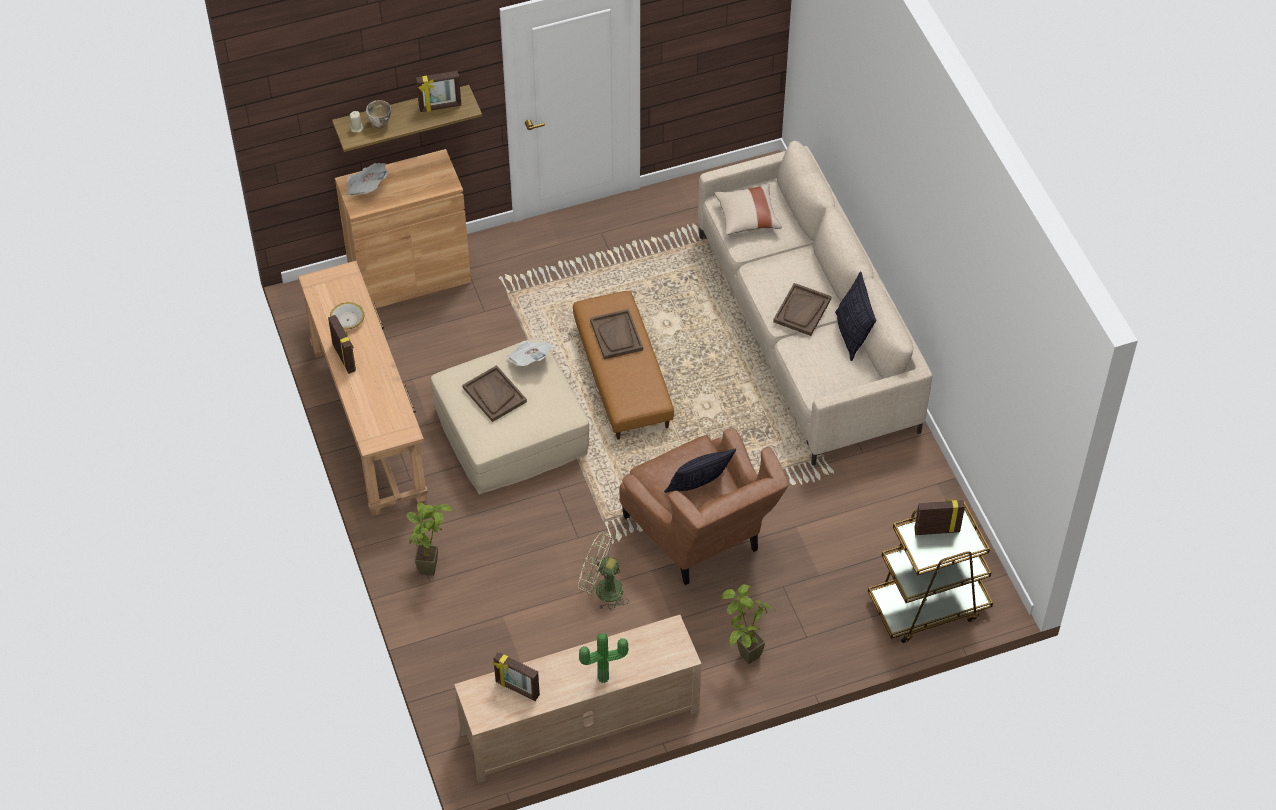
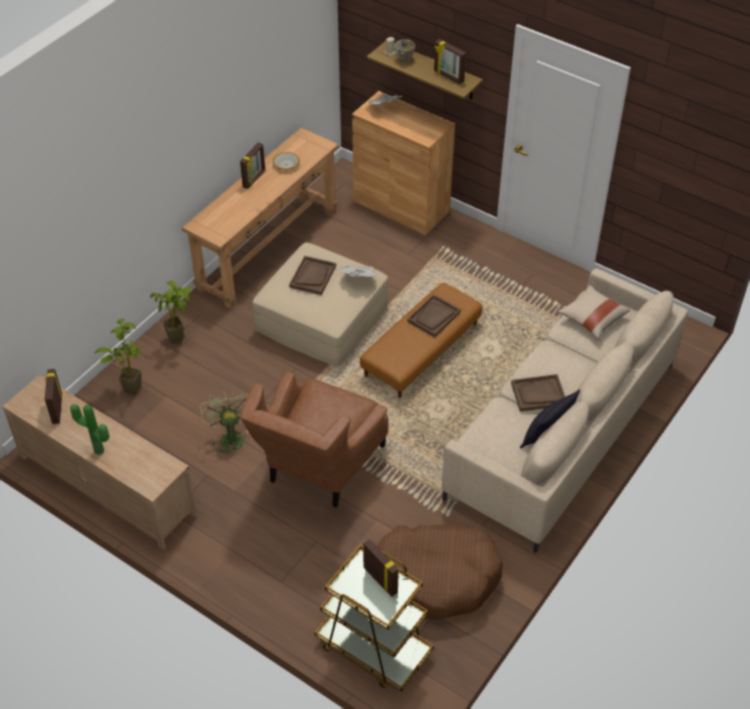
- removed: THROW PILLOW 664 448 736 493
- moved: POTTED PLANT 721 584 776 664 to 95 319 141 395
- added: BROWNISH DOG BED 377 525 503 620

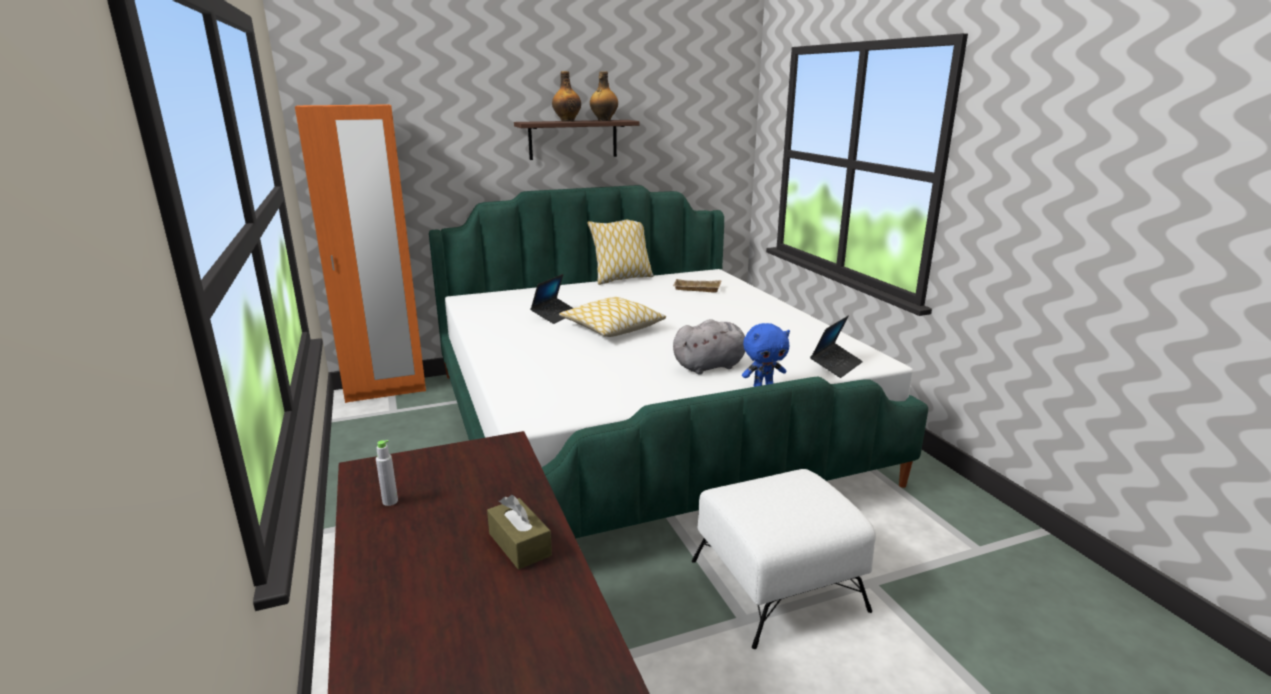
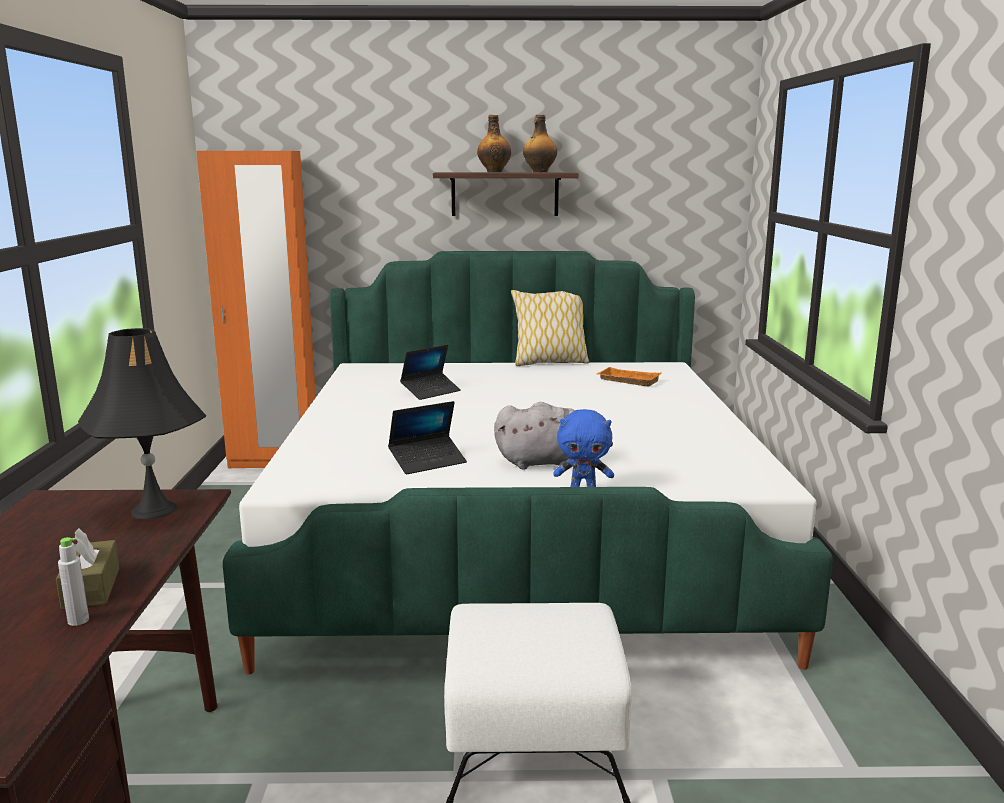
- moved: GREY BEVERAGE BOTTLE 376 440 398 506 to 58 537 89 626
- removed: THROW PILLOW 559 297 666 337
- recoloured: SAND-COLOURED CARRYING TRAY 673 279 721 292 to ORANGE CARRYING TRAY 597 367 661 386
- moved: PORTABLE COMPUTER 810 316 863 378 to 388 401 467 474
- added: BLACK-COLOURED LAMP FOR A TABLE 78 328 206 519

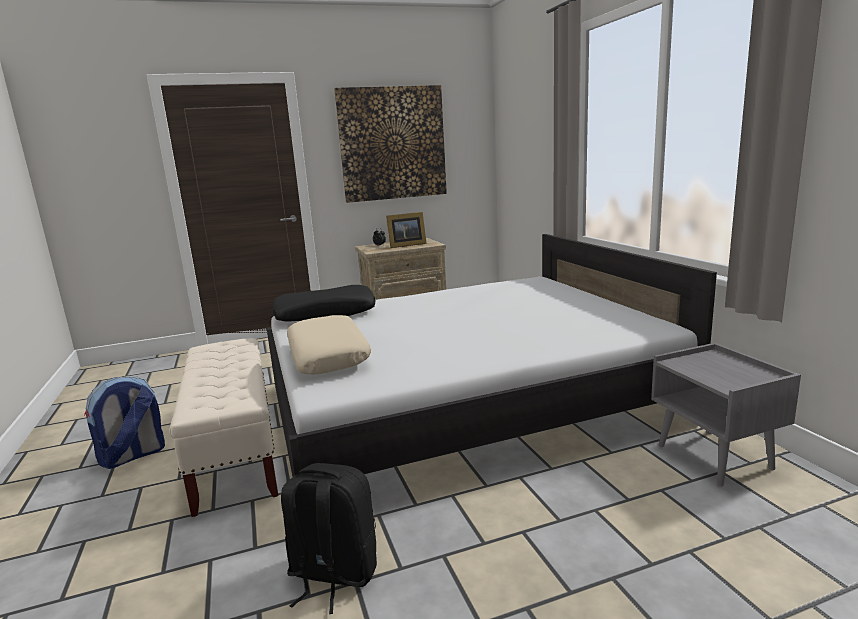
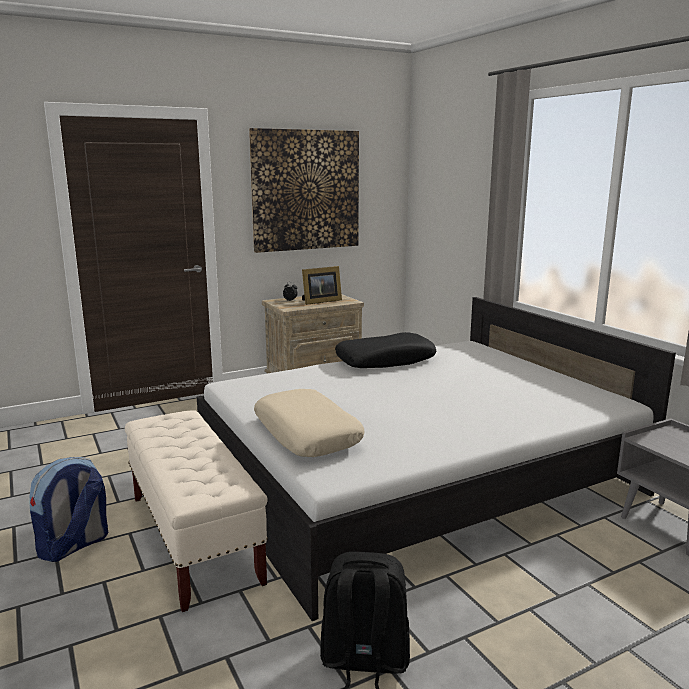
- moved: BLACK-COLOURED THROW PILLOW 273 285 376 321 to 335 332 436 368

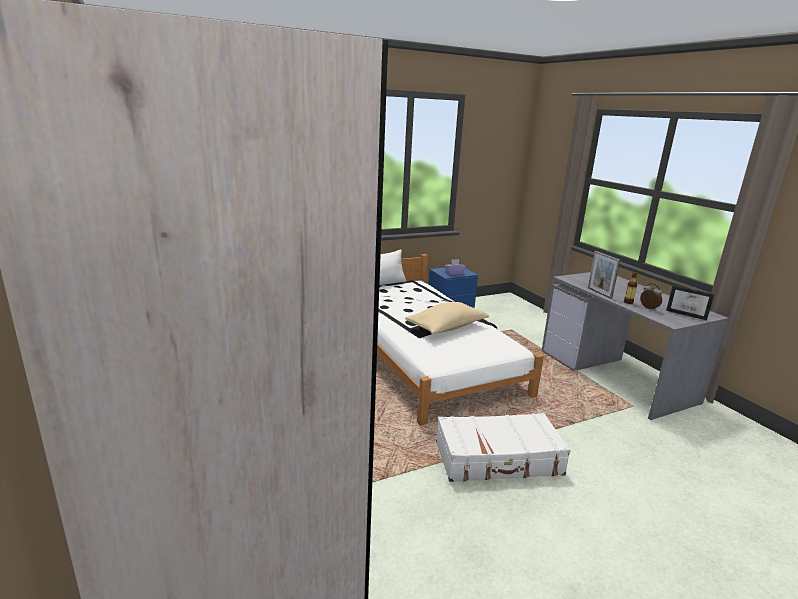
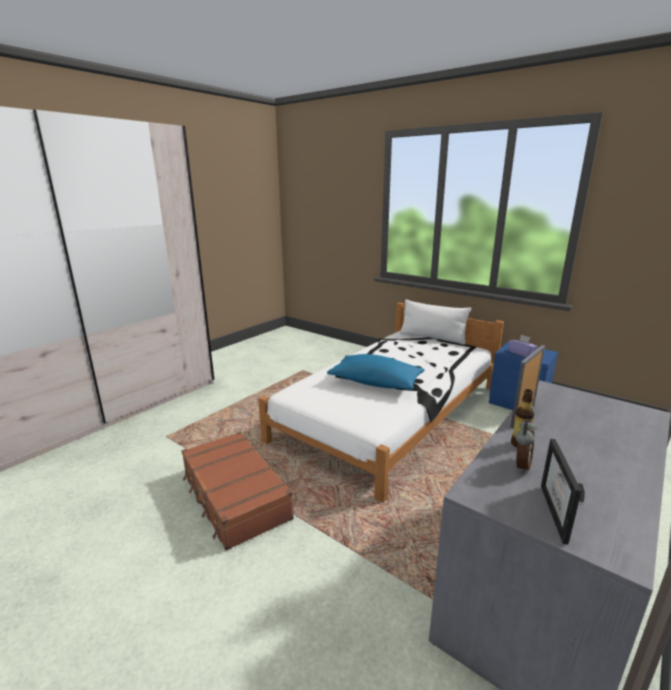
- recoloured: SAND-COLOURED THROW PILLOW 405 302 489 334 to BLUE THROW PILLOW 327 354 425 390
- recoloured: WHITE-COLOURED SUITCASE 436 413 571 482 to BROWNISH SUITCASE 182 431 294 550

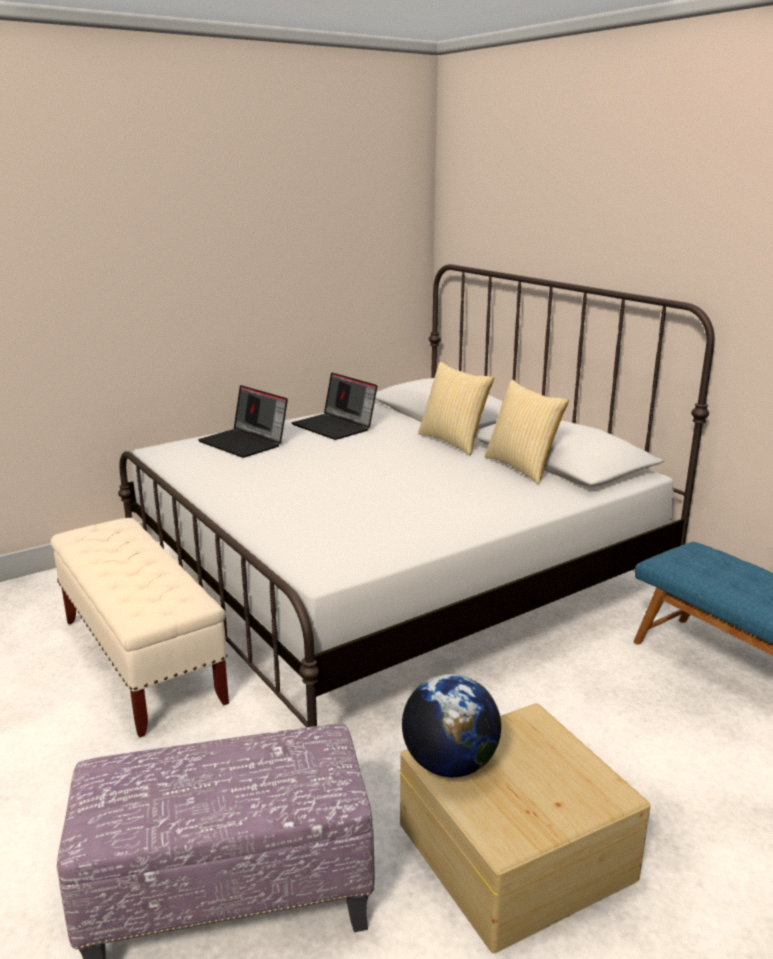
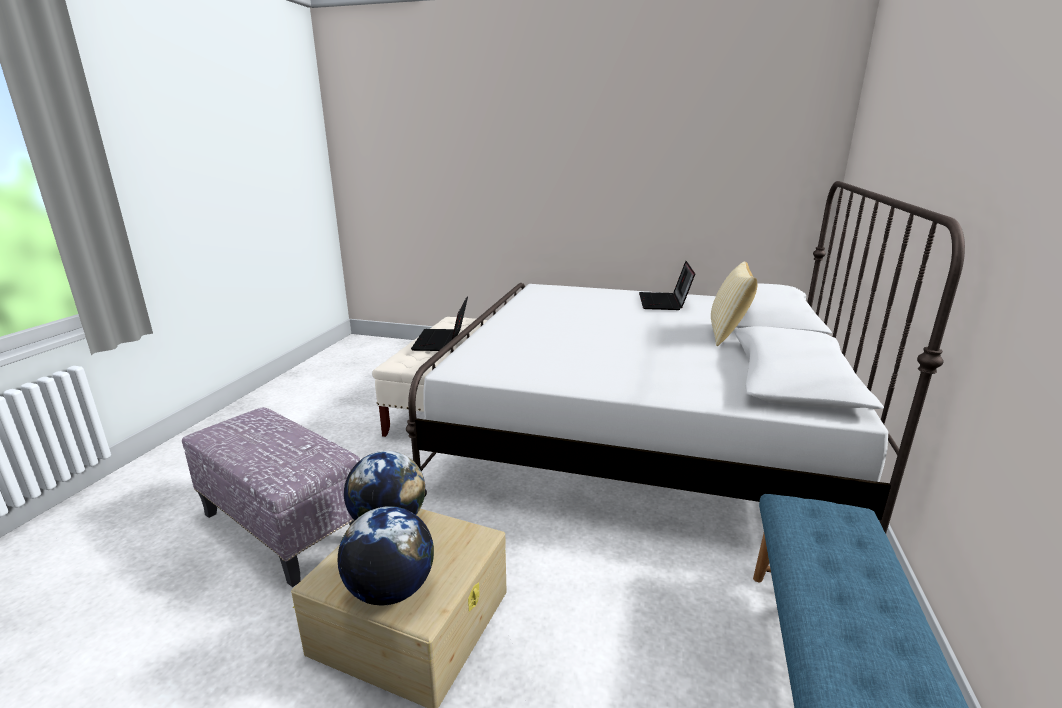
- moved: PORTABLE COMPUTER 198 385 288 458 to 411 296 468 351
- removed: THROW PILLOW 485 380 569 484
- added: WORLD GLOBE 338 506 434 606

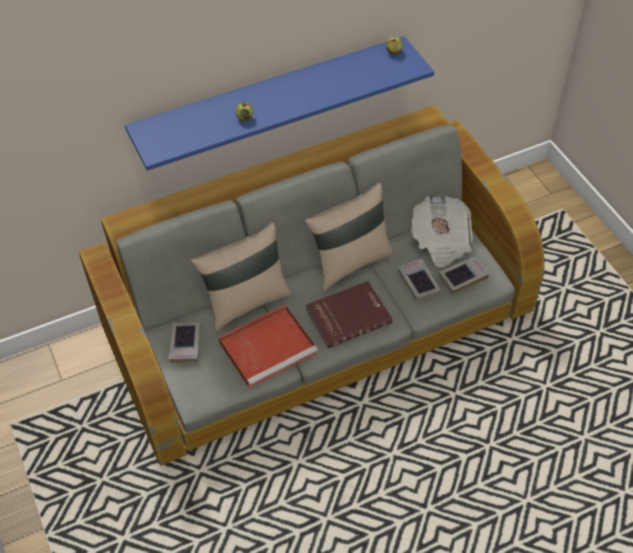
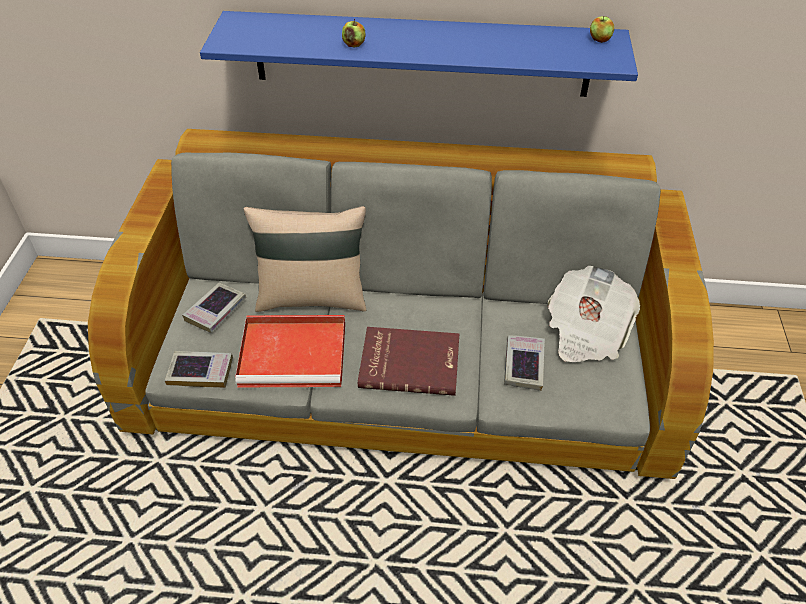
- removed: SAND-COLOURED THROW PILLOW 305 183 393 291
- moved: VOLUME 439 256 489 294 to 165 351 233 388

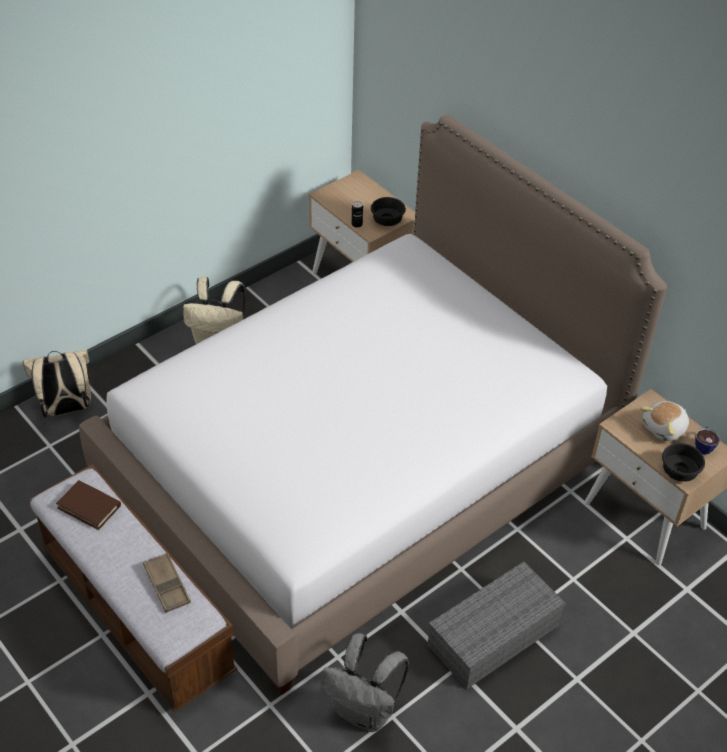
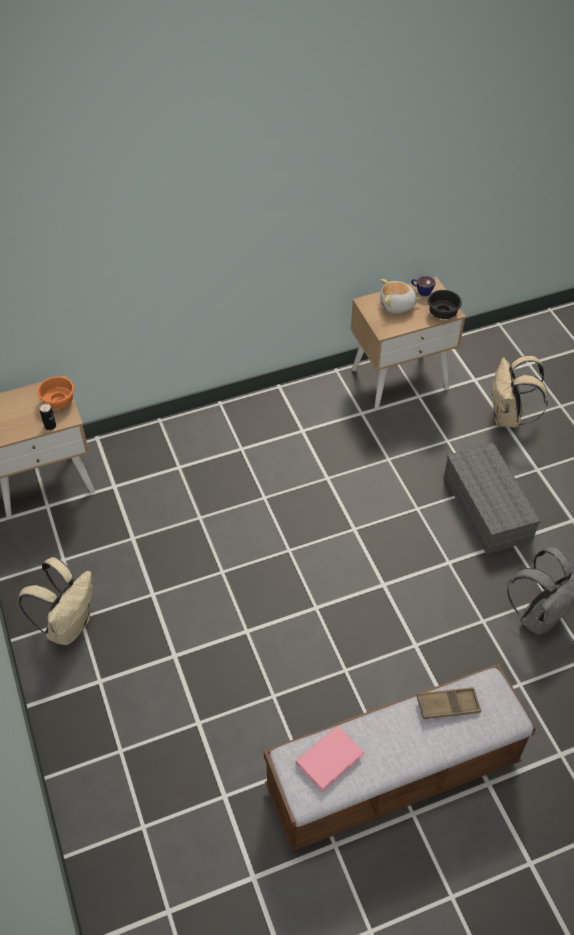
- moved: SAND-COLOURED KNAPSACK 23 349 91 418 to 491 355 548 427
- recoloured: BROWNISH VOLUME 56 480 121 530 to PINKISH VOLUME 296 726 364 792
- removed: BED 79 114 667 695
- recoloured: BLACK-COLOURED SERVING BOWL 371 197 406 226 to ORANGE SERVING BOWL 37 376 74 409
- turned: SOFT TOY 640 401 689 441 = 380 279 421 313 105 degrees clockwise

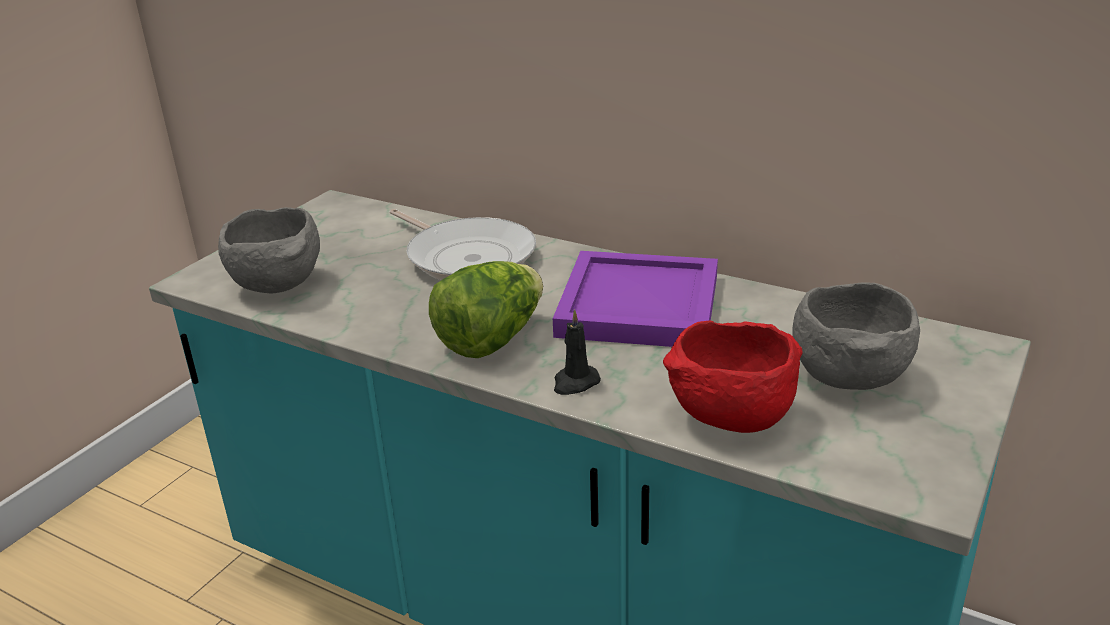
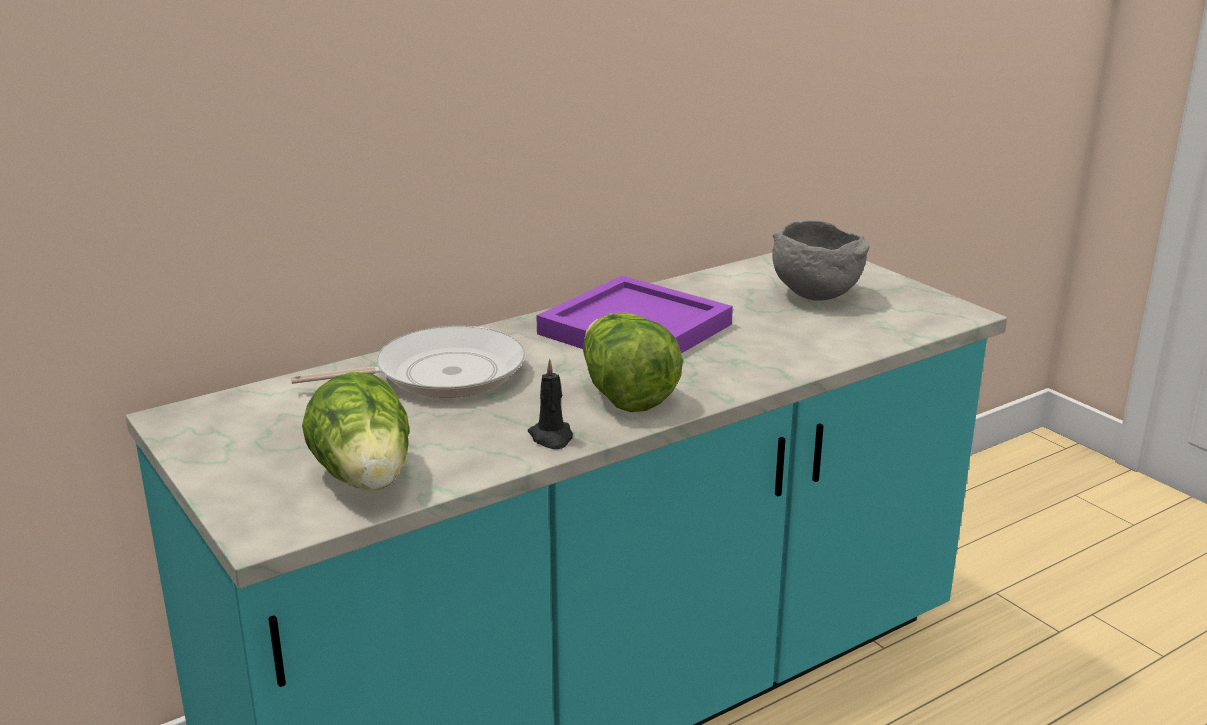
- replaced: GREY SERVING BOWL 218 207 320 294 to LETTUCE 302 372 410 491
- moved: BLACK-COLOURED CANDLE 554 309 601 395 to 528 359 573 449
- removed: RED-COLOURED SERVING BOWL 663 320 803 433

